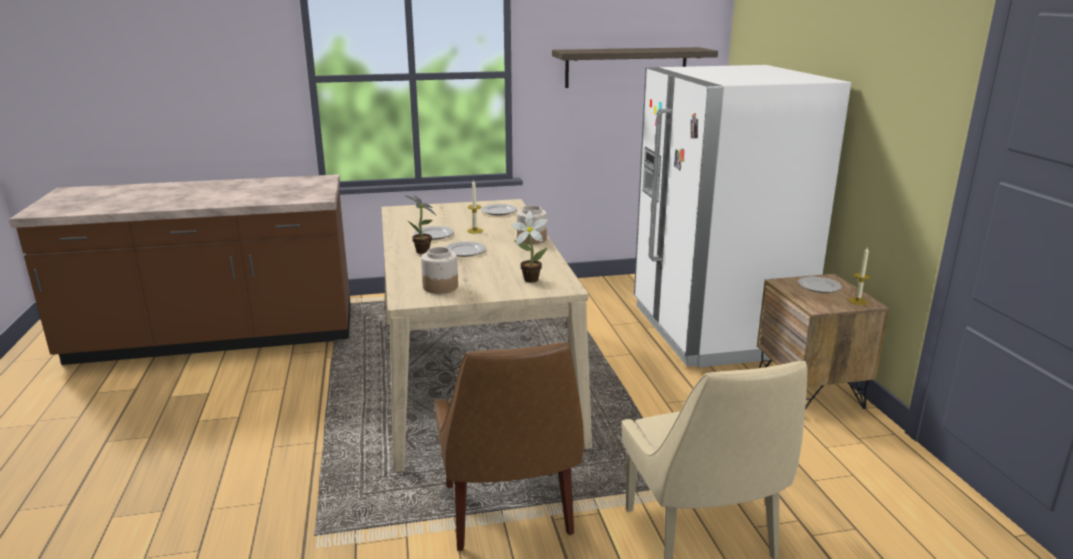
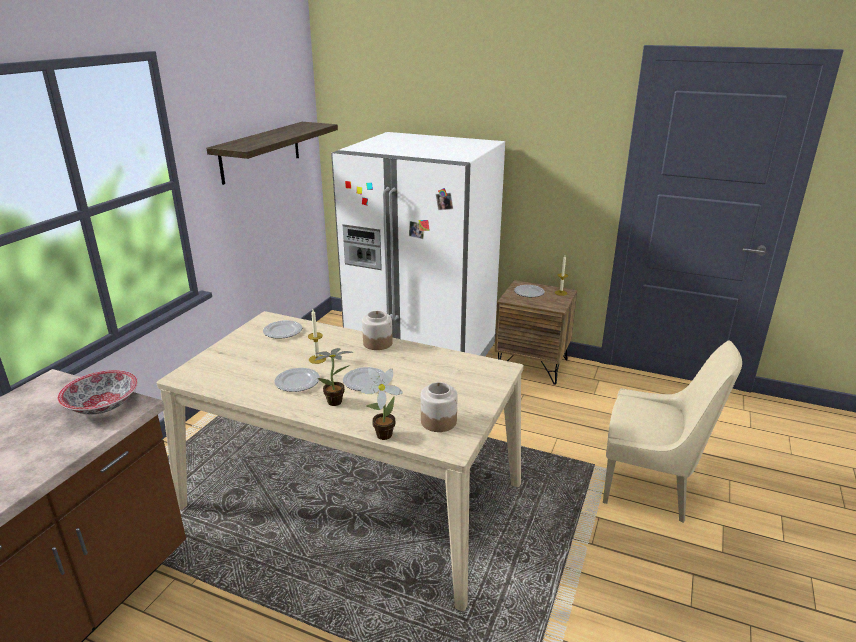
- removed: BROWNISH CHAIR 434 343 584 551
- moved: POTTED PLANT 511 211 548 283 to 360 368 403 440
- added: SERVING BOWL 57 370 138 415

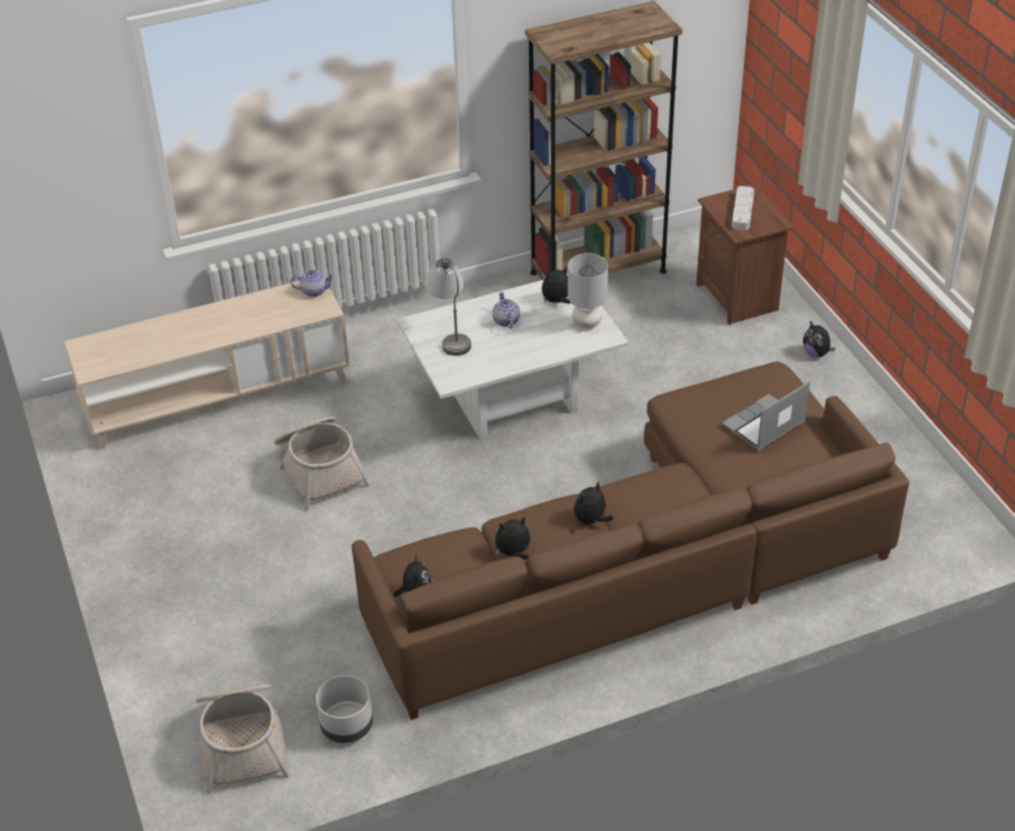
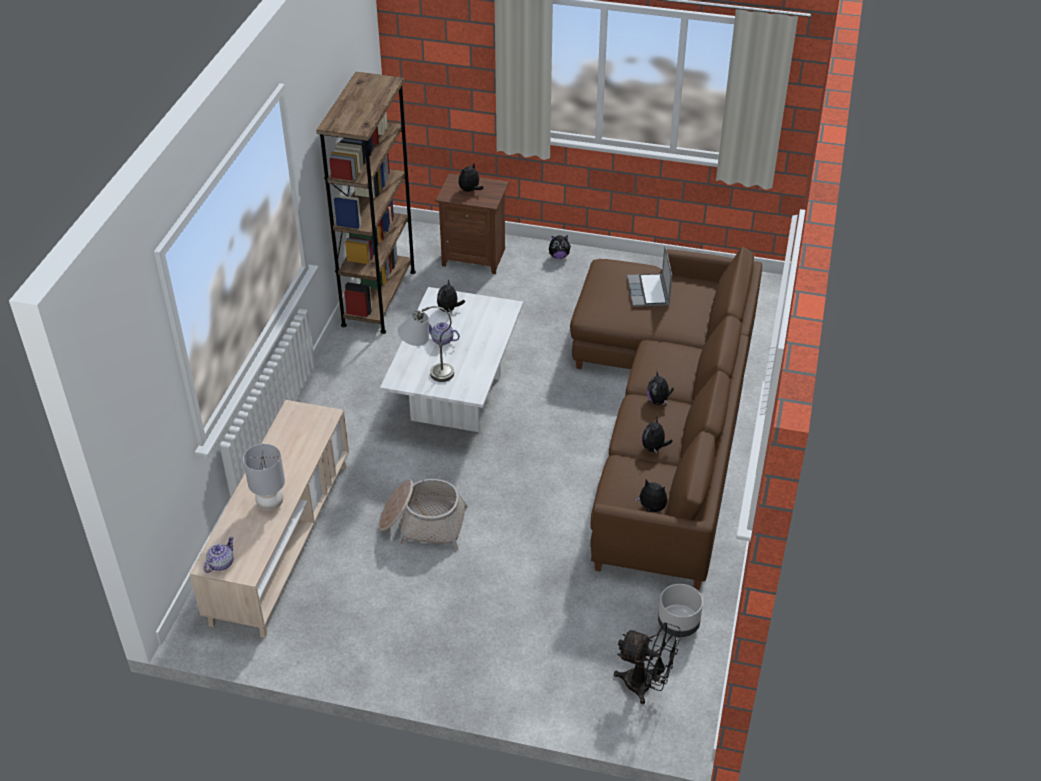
- replaced: STORAGE BASKET 196 684 290 794 to BLACK-COLOURED COOLING FAN 614 622 681 704
- moved: POT FOR TEA 291 269 335 297 to 203 537 234 573
- moved: GREY LAMP FOR A TABLE 568 253 608 329 to 243 444 285 511
- replaced: GREY CARRYING TRAY 732 186 754 230 to SOFT TOY 459 163 483 192

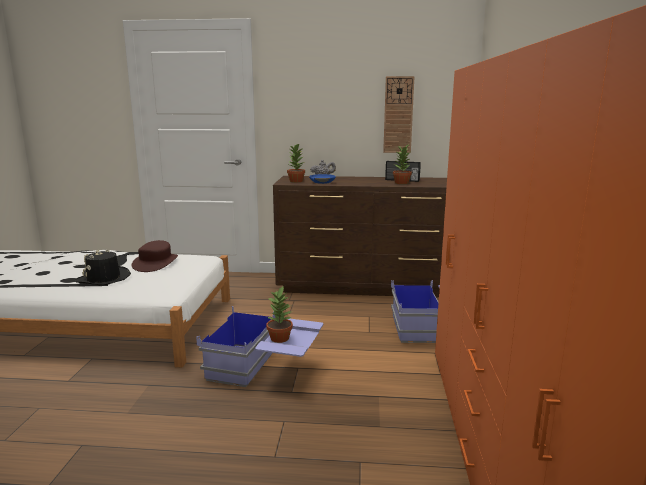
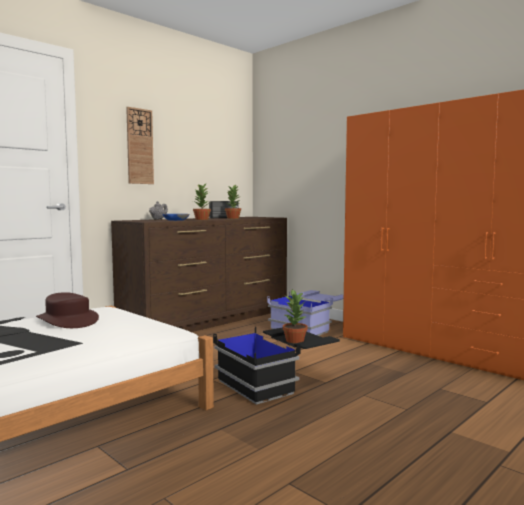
- removed: BLACK-COLOURED HAT 75 249 131 285
- recoloured: BLUE STORAGE BOX 196 306 324 387 to BLACK-COLOURED STORAGE BOX 213 327 340 405
- moved: POTTED PLANT 287 144 305 182 to 193 183 211 220
- moved: HANGING CLOCK 383 76 415 153 to 126 107 154 184

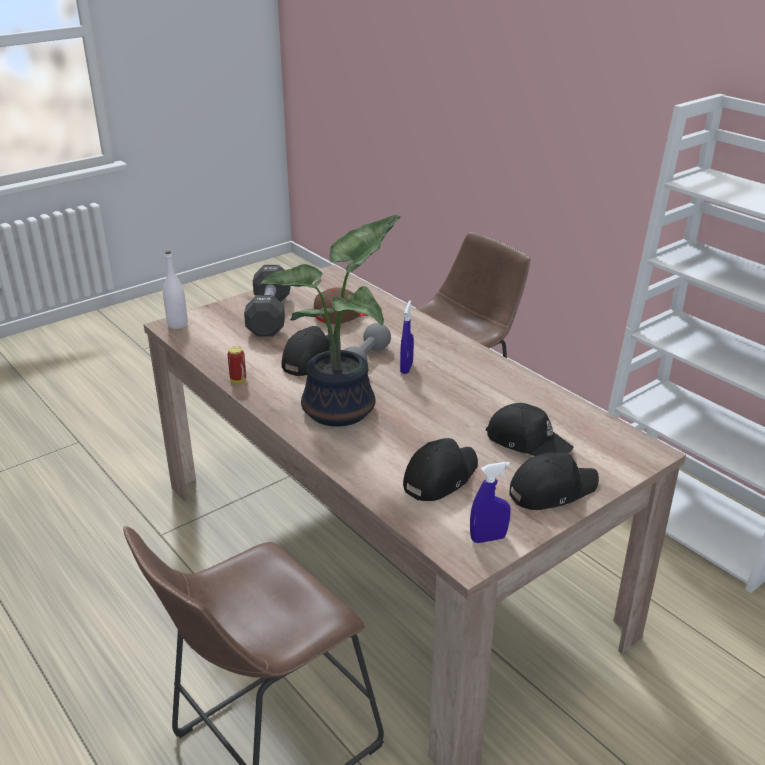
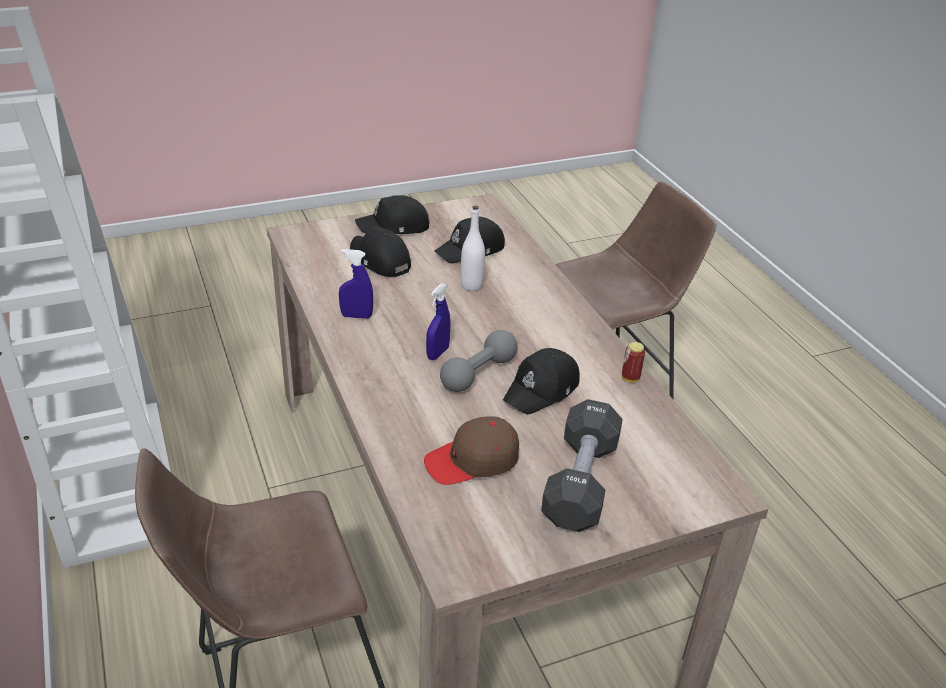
- moved: WHITE-COLOURED BEVERAGE BOTTLE 163 251 188 329 to 461 205 485 291
- removed: POTTED PLANT 261 215 401 427
- moved: BLUE HAND SPRAYER 470 462 511 543 to 339 249 373 319

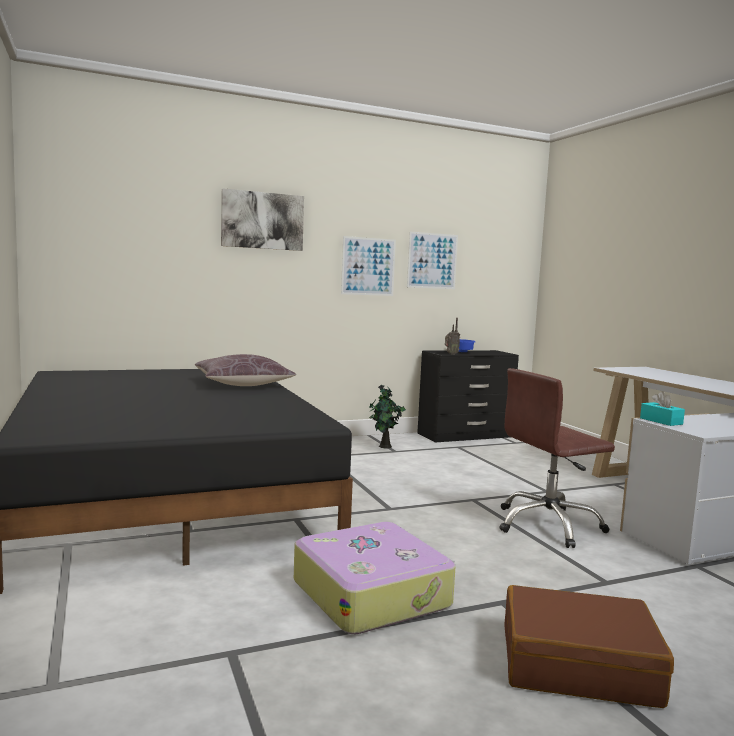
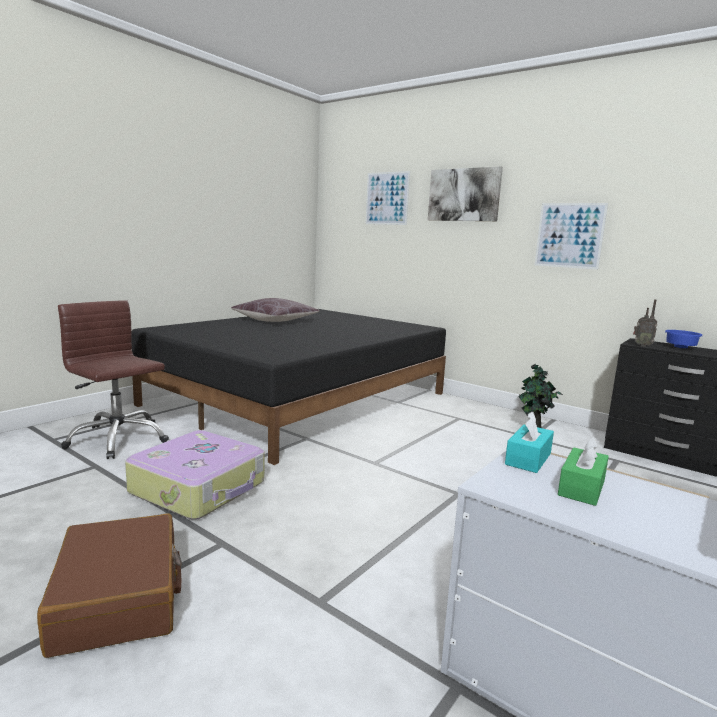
- moved: BROWNISH THROW PILLOW 195 354 296 386 to 231 298 319 322
- moved: WALL PICTURE 407 231 458 289 to 365 171 410 225
- moved: BROWNISH COMPUTER CHAIR 499 368 615 548 to 58 300 169 459
- added: GREENISH BOX OF TISSUES 558 436 609 506

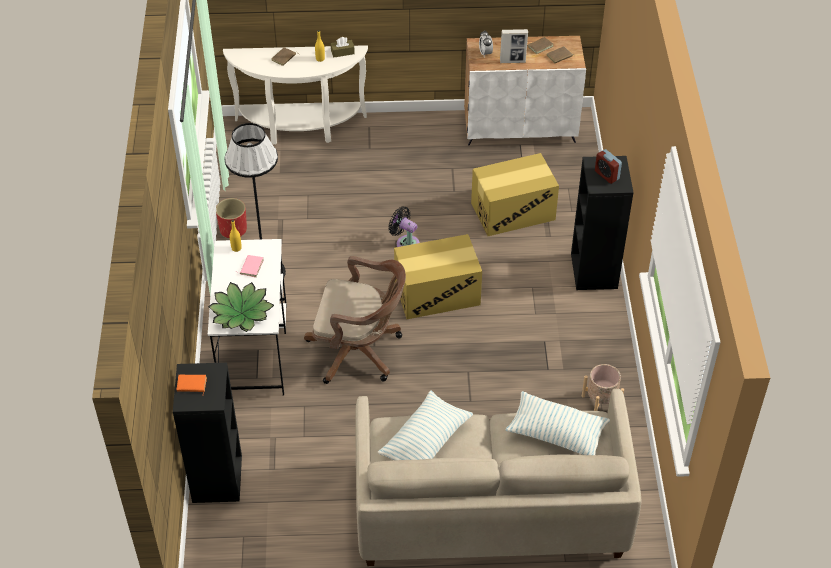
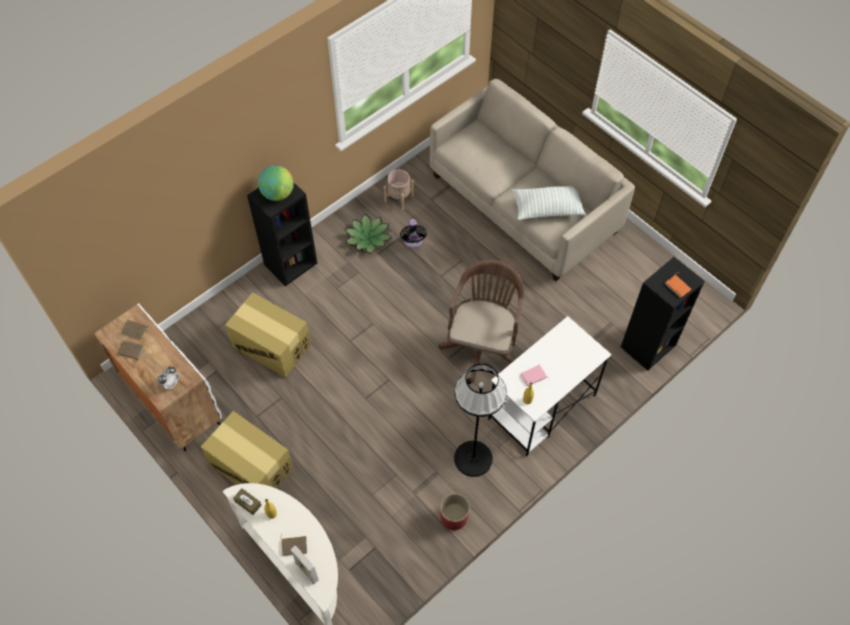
- moved: POTTED PLANT 208 282 274 332 to 345 214 392 254
- turned: BROWNISH COMPUTER CHAIR 304 256 406 384 = 439 260 524 384 45 degrees clockwise
- moved: BLACK-COLOURED COOLING FAN 388 206 420 247 to 400 219 427 248
- moved: CARTON 394 234 482 319 to 201 411 293 488
- moved: PHOTO FRAME 500 29 528 63 to 290 546 319 584
- removed: THROW PILLOW 506 391 610 455
- replaced: BEDSIDE CLOCK 595 149 622 184 to WORLD GLOBE 258 166 294 201

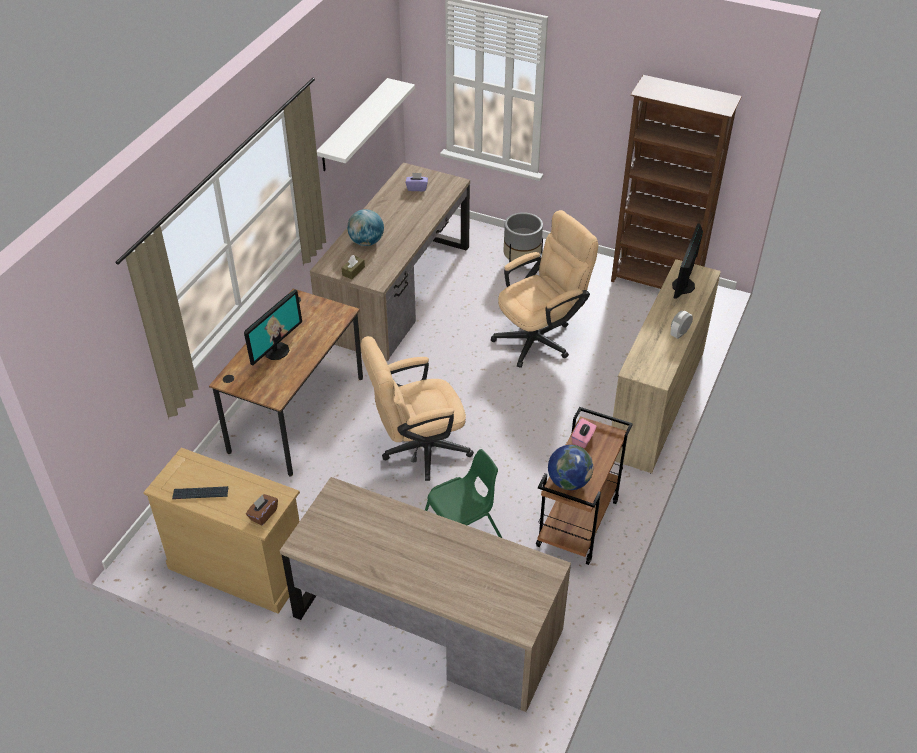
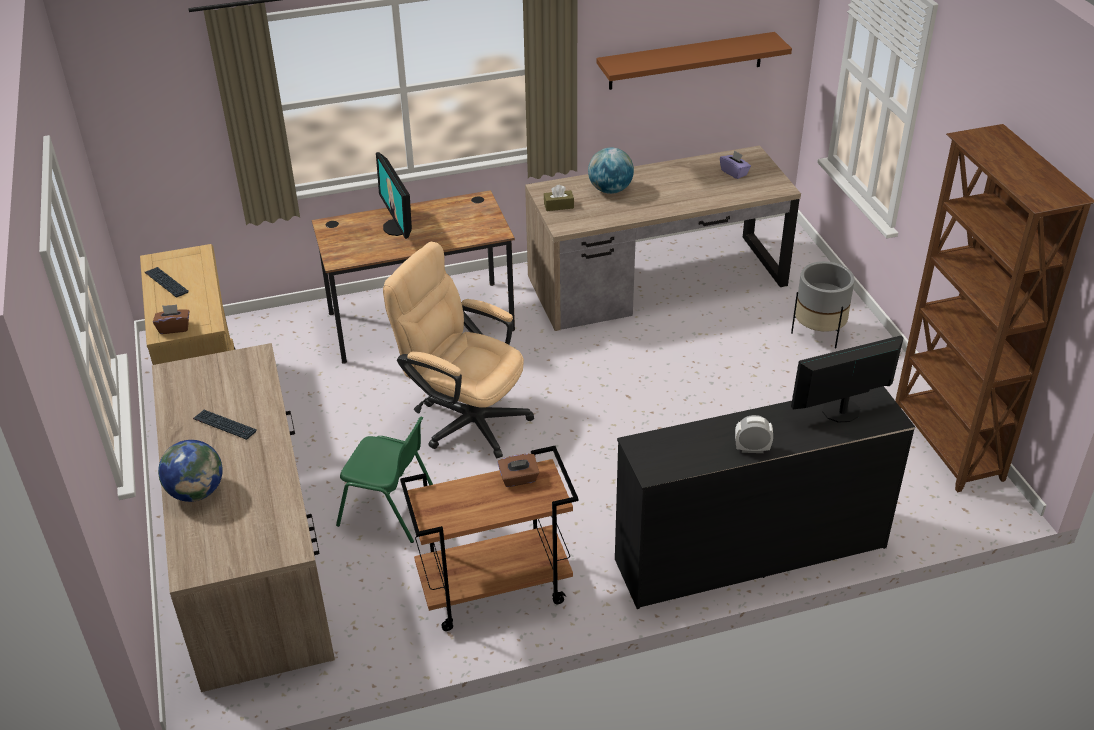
- turned: COMPUTER SCREEN 244 290 302 365 = 376 152 412 239 75 degrees clockwise
- recoloured: WHITE-COLOURED SHELF 317 78 415 171 to BROWNISH SHELF 597 32 792 90
- removed: SAND-COLOURED COMPUTER CHAIR 491 210 598 368
- moved: WORLD GLOBE 548 445 593 490 to 158 440 223 502
- recoloured: PINKISH BOX OF TISSUES 571 418 597 448 to BROWNISH BOX OF TISSUES 497 454 539 487
- recoloured: SAND-COLOURED DRAWER CHEST 612 259 721 473 to BLACK-COLOURED DRAWER CHEST 615 386 915 609
- added: COMPUTER KEYBOARD 193 410 257 440

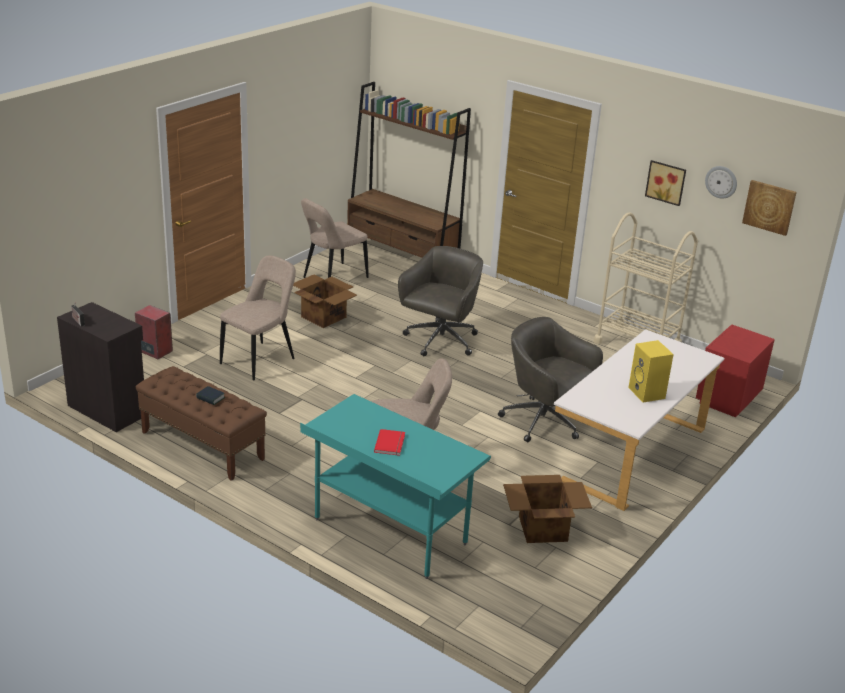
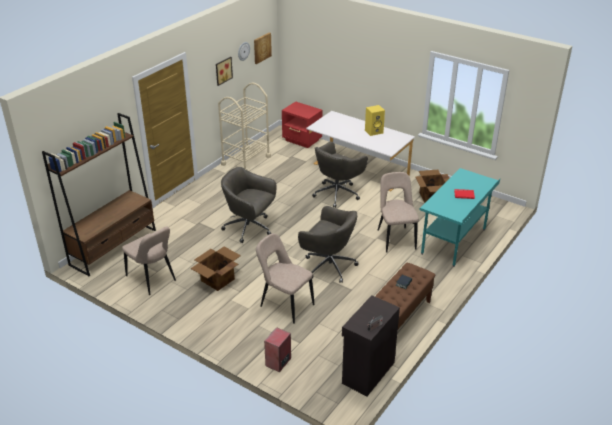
- added: GREY COMPUTER CHAIR 298 206 359 283

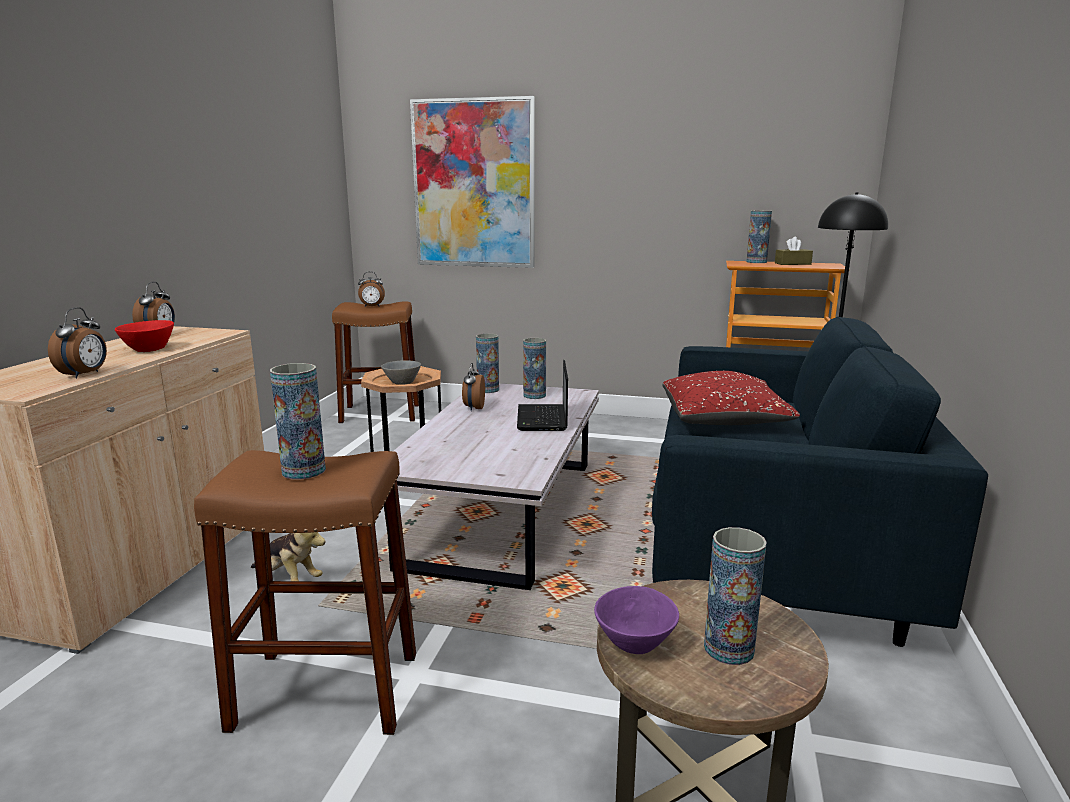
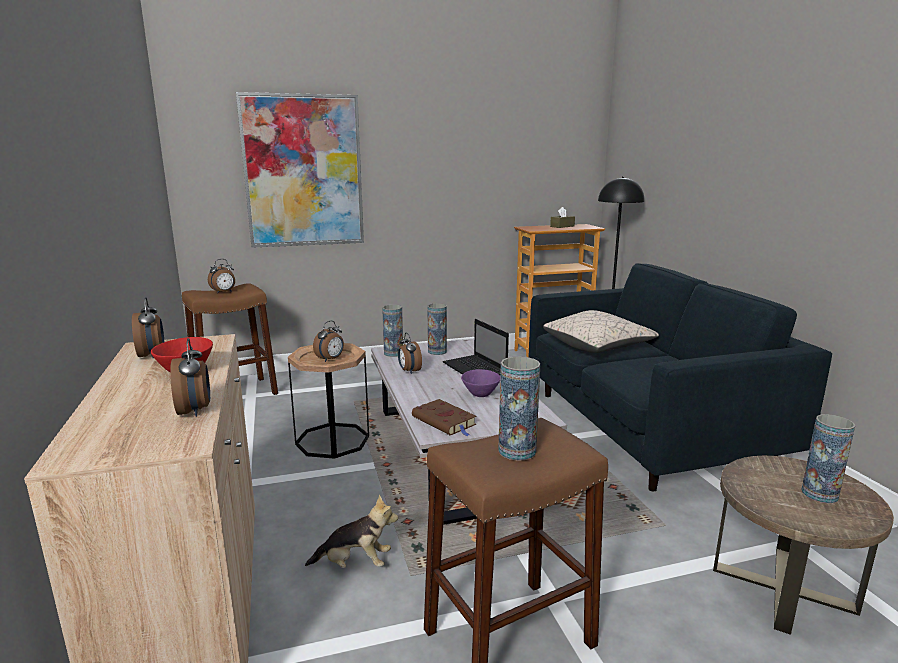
- replaced: GREY SERVING BOWL 381 360 421 384 to BEDSIDE CLOCK 313 321 344 362
- moved: PURPLE-COLOURED SERVING BOWL 594 586 679 654 to 461 369 500 397
- recoloured: RED-COLOURED THROW PILLOW 662 371 800 425 to SAND-COLOURED THROW PILLOW 543 310 659 353
- removed: DECORATIVE VASE 746 210 772 263
- added: BROWNISH VOLUME 412 399 476 436

